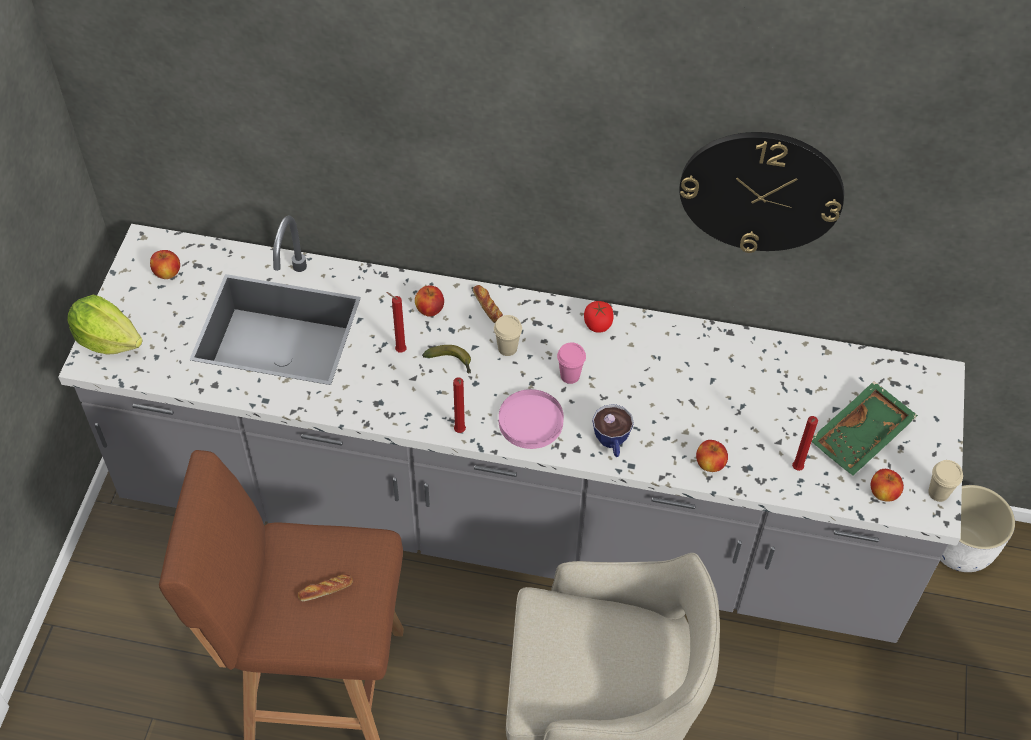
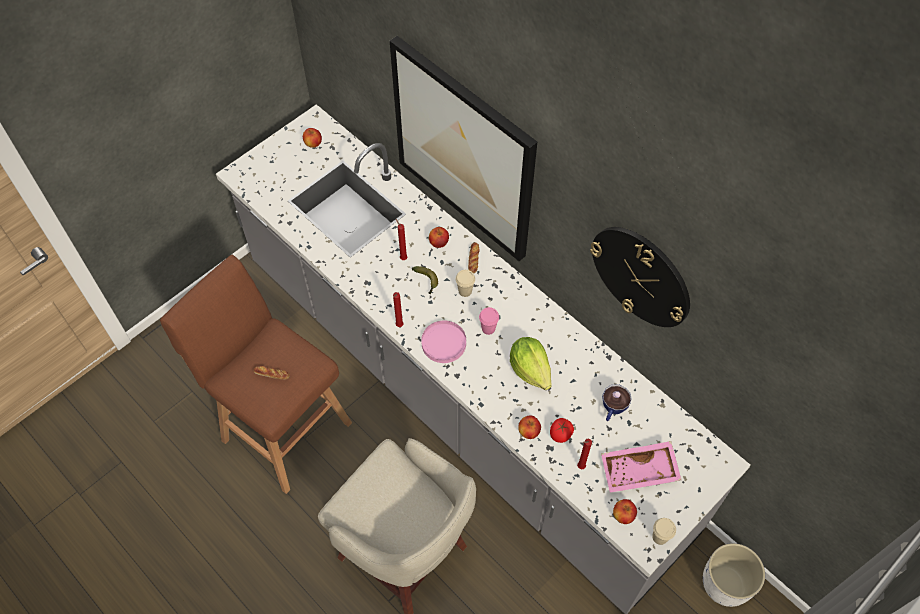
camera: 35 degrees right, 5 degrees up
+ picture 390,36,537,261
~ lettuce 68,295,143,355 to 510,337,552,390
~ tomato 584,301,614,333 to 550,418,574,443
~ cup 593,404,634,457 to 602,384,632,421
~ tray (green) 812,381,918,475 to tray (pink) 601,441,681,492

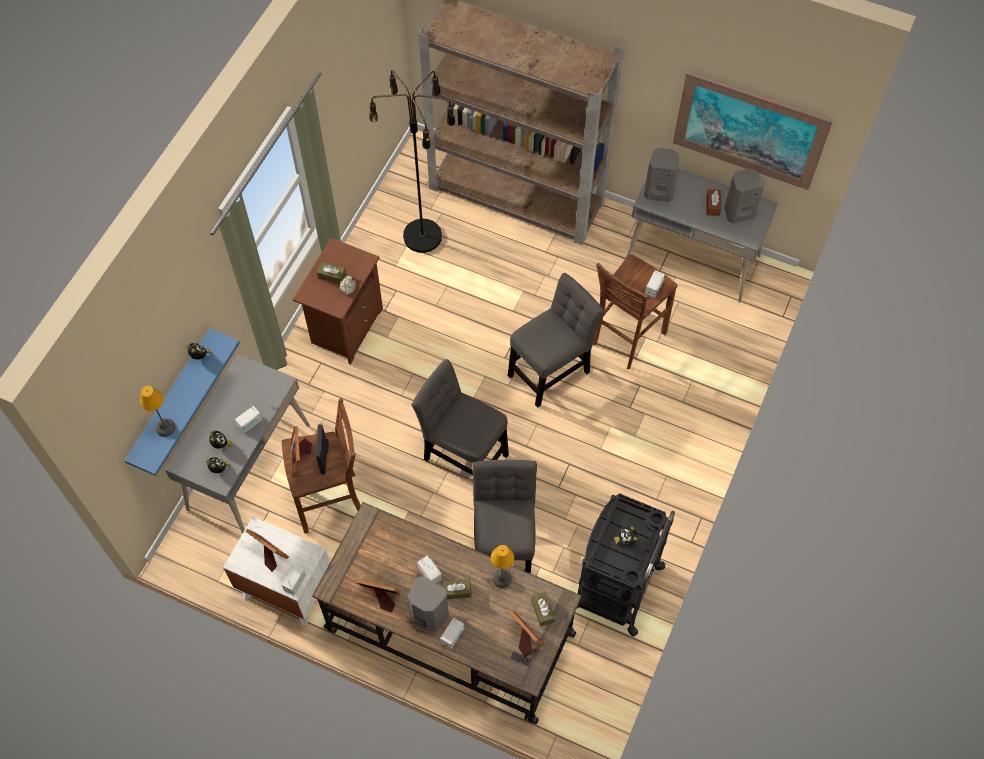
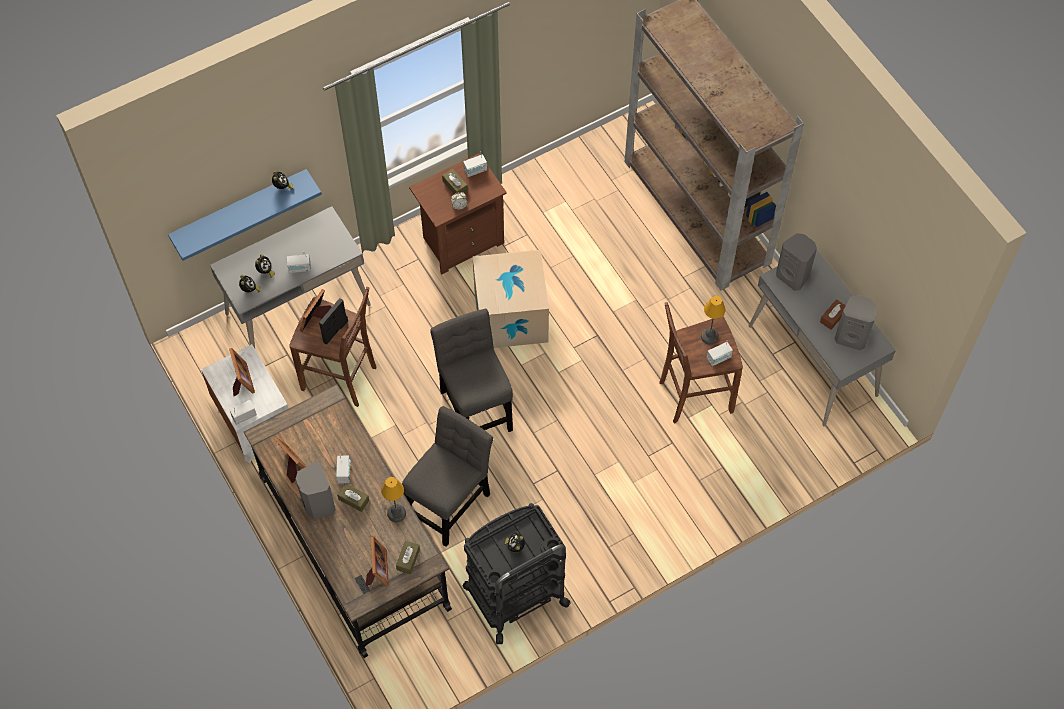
camera: 35 degrees right, 0 degrees up
- floor lamp 370,70,455,253
- chair (grey) 508,273,604,407
- picture 673,72,833,190
+ cardboard box 473,250,549,348
~ table lamp 140,386,175,437 to 701,296,726,345
~ radio 440,618,464,649 to 463,151,487,177

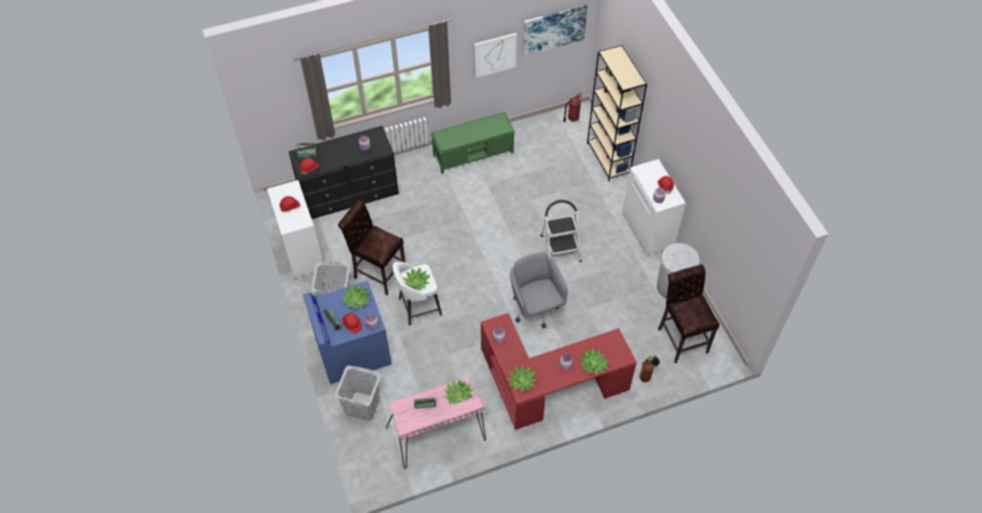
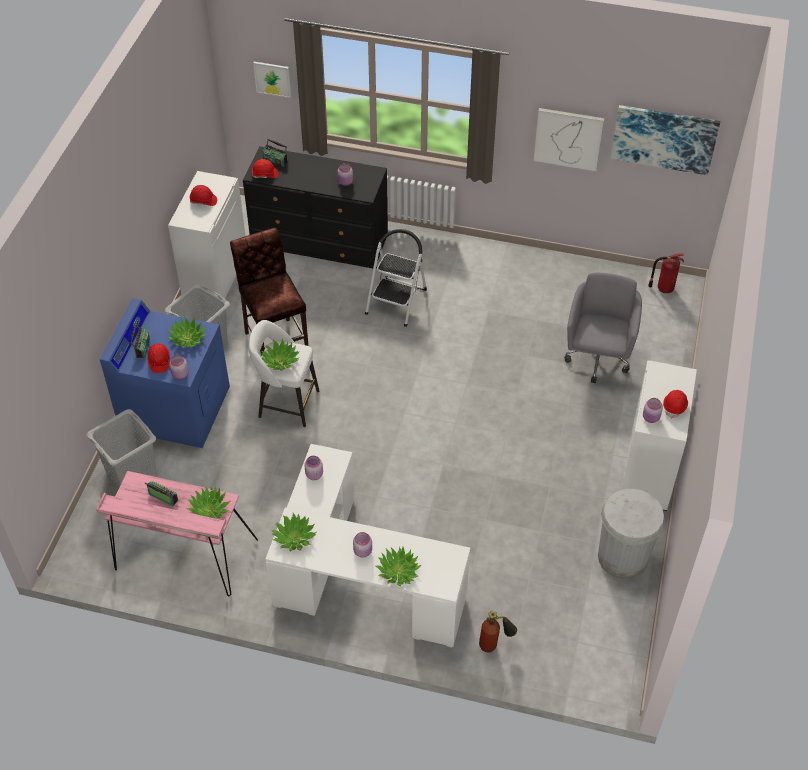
camera: 35 degrees right, 5 degrees down
- bench (green) 431,112,515,174
- bookcase (beige) 587,45,647,182
- stool (brown) 658,264,720,363
+ picture 253,62,291,98
~ office chair (grey) 510,252,568,328 to 564,273,642,383
~ step ladder 540,200,582,262 to 365,229,427,327
~ desk (red) 481,313,637,430 to desk (white) 265,444,470,647

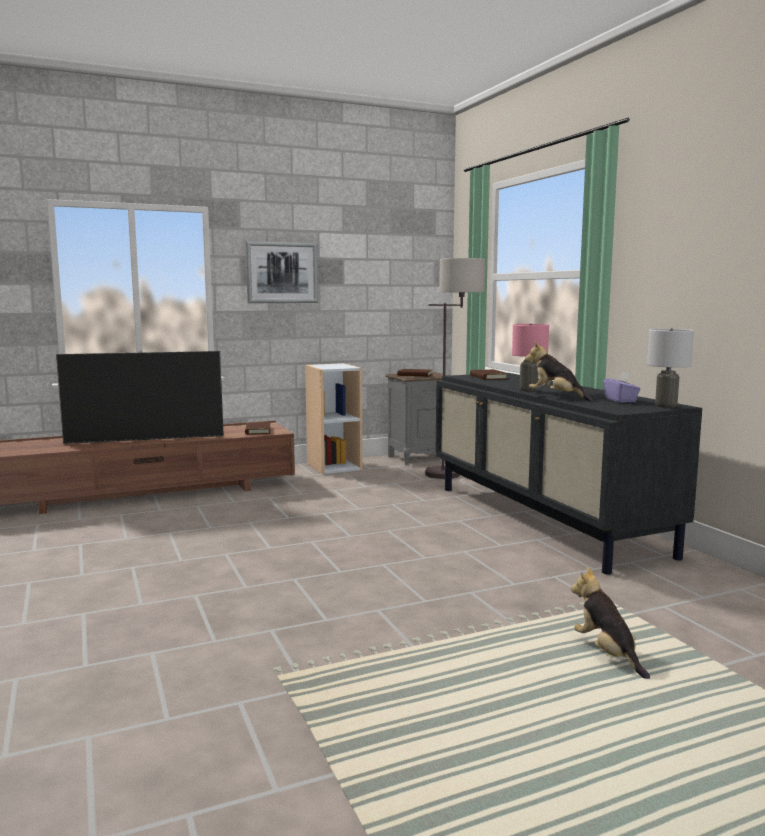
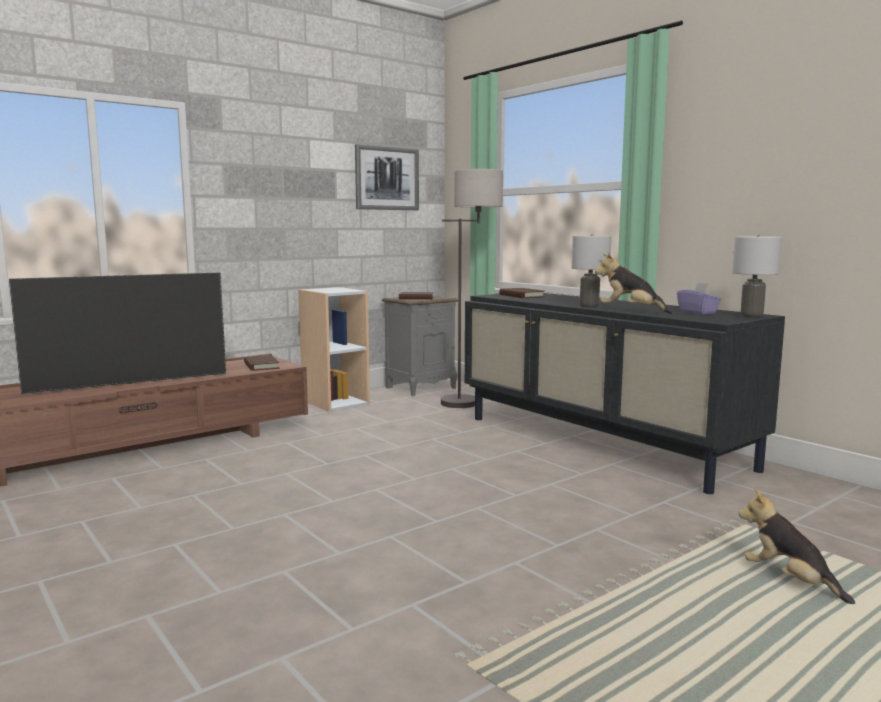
camera: 15 degrees left, 0 degrees up
~ picture 246,241,318,303 to 355,144,419,210
~ table lamp (pink) 512,323,549,392 to table lamp (white) 572,234,611,307

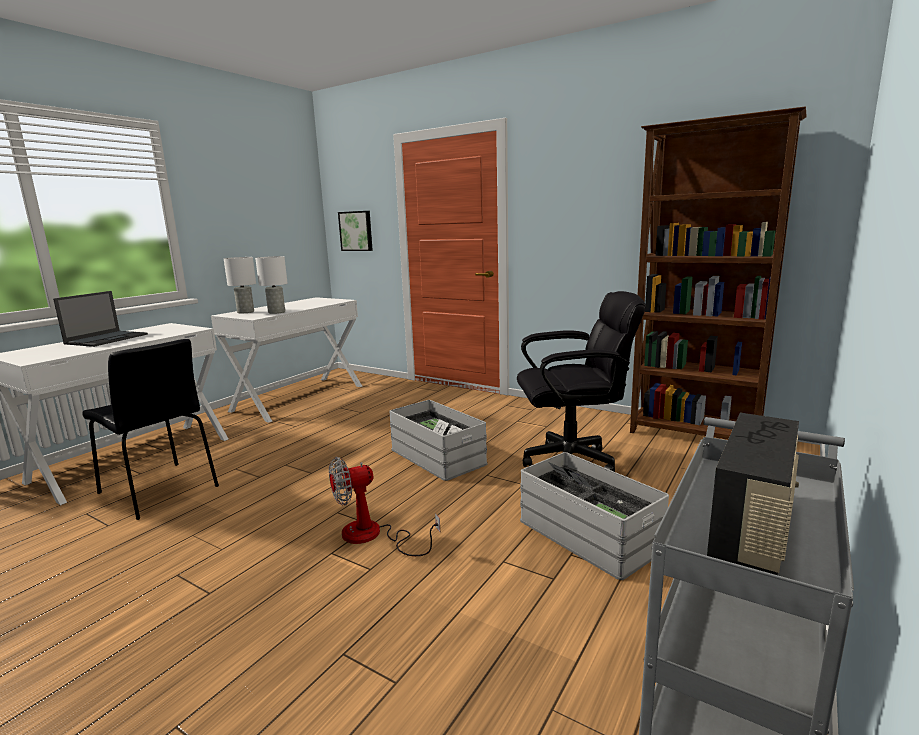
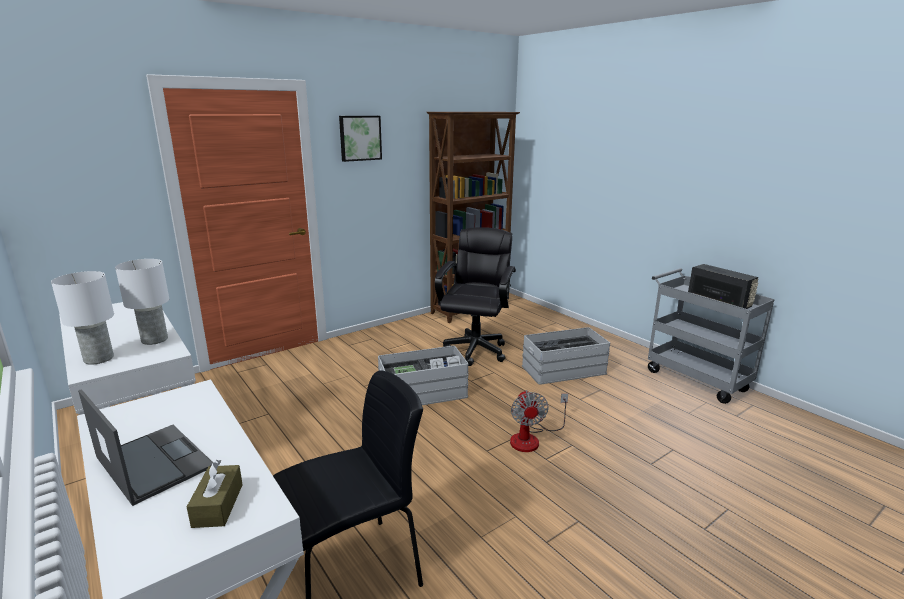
camera: 70 degrees left, 5 degrees up
+ tissue box (brown) 187,460,243,528
~ picture 338,211,373,251 to 339,116,382,162

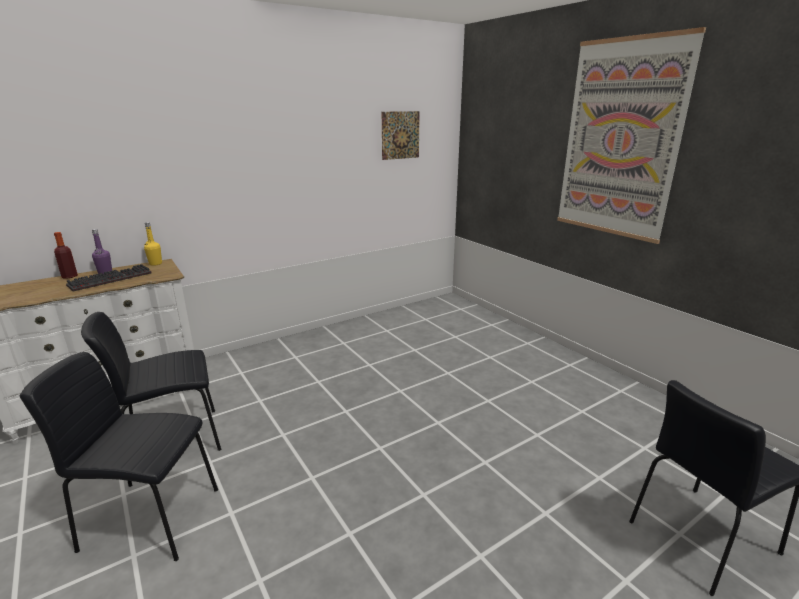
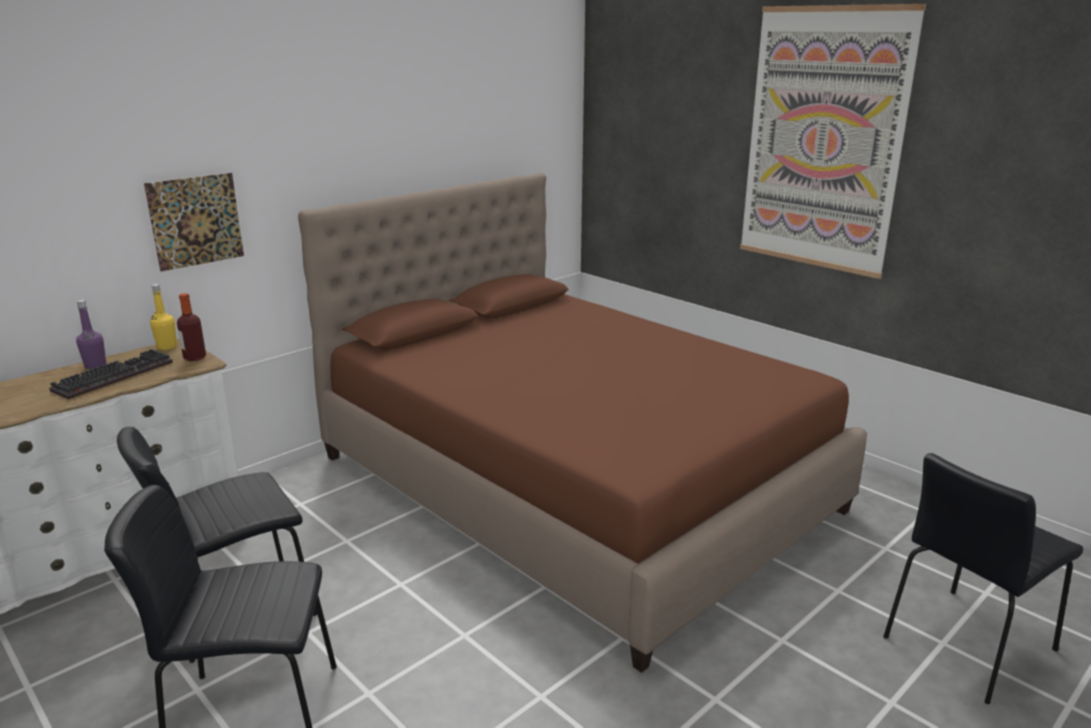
camera: 10 degrees left, 0 degrees up
+ bed (brown) 298,173,867,673
~ bottle 54,232,78,279 to 177,293,206,361
~ picture 382,111,420,160 to 144,173,244,271

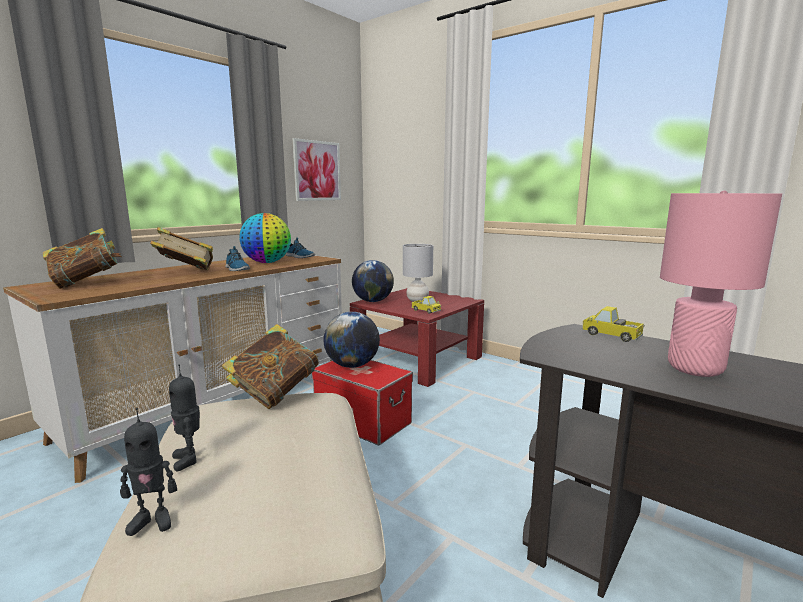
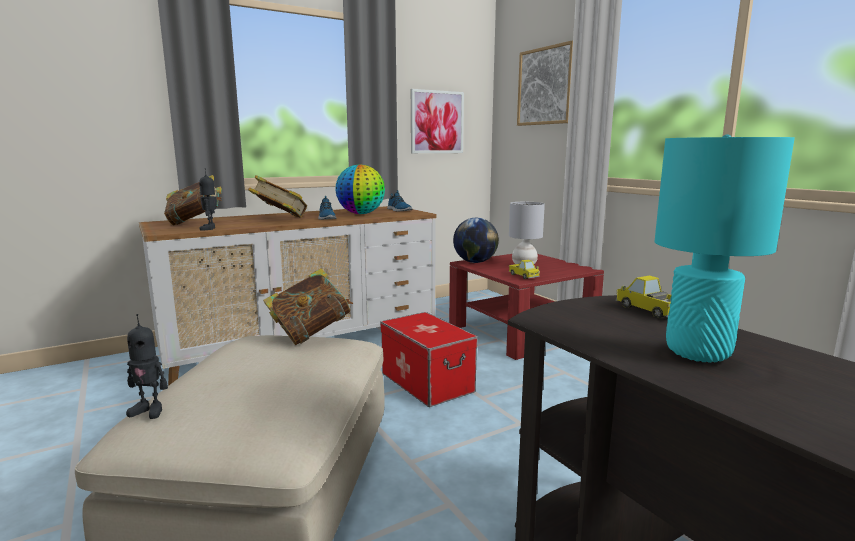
camera: 20 degrees right, 0 degrees up
- globe 323,312,380,368
+ picture 517,40,573,126
~ toy robot 169,364,200,471 to 199,168,217,231
~ table lamp (pink) 660,191,782,377 to table lamp (turquoise) 655,134,795,363

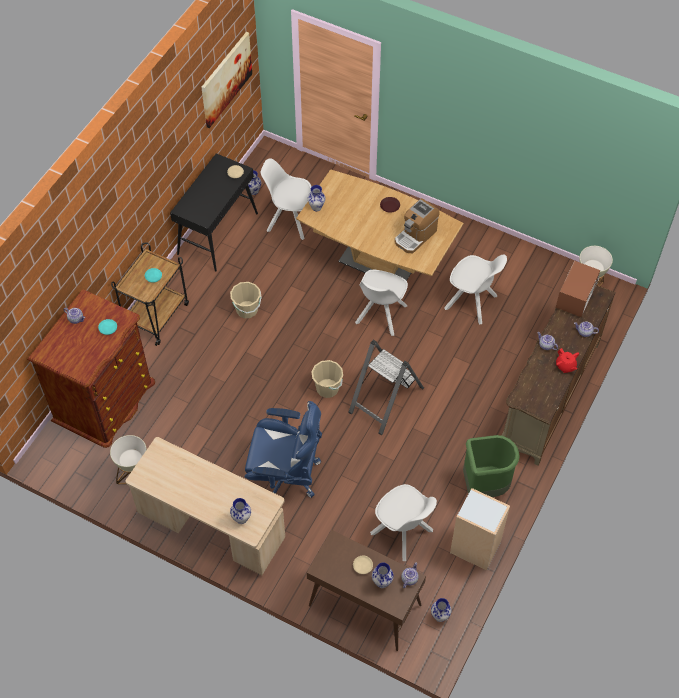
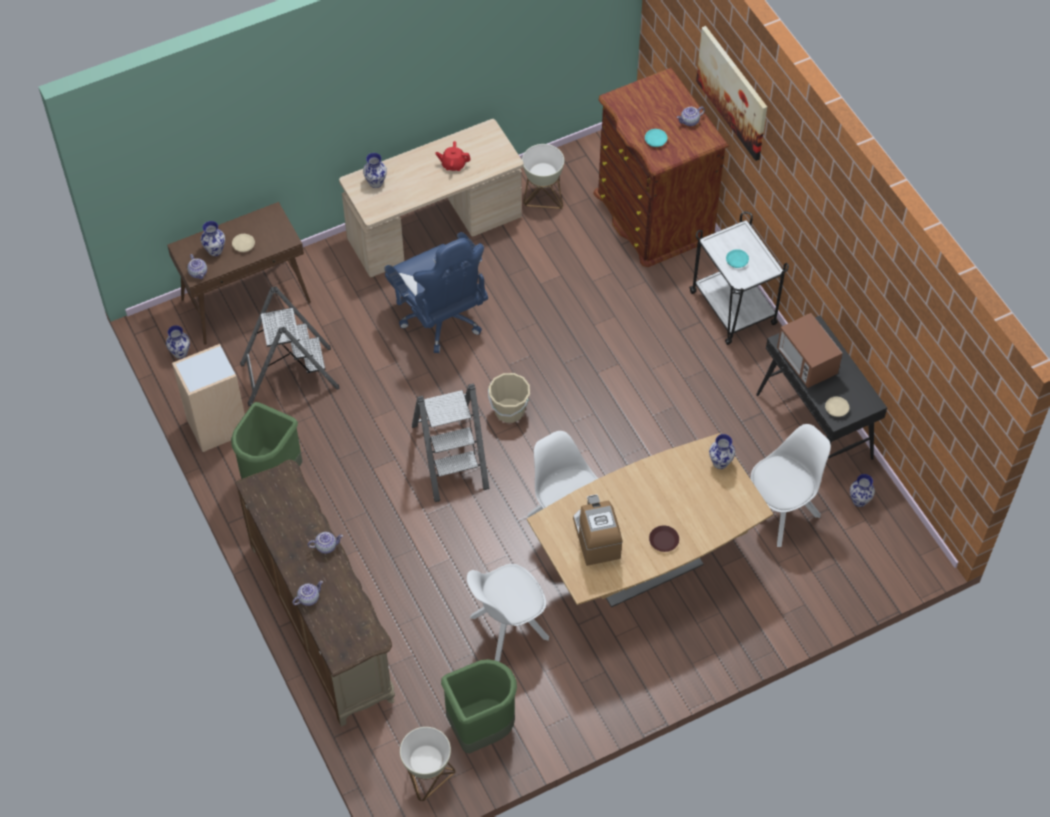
camera: 125 degrees right, 0 degrees up
- bucket (beige) 230,282,262,318
+ trash can (green) 441,659,517,754
~ picture 201,32,252,128 to 696,26,767,161
~ microwave 556,261,600,317 to 777,313,843,388
~ teapot (red) 556,348,579,373 to 436,141,471,171
~ chair (white) 370,484,437,561 to step ladder (grey) 240,286,340,406
~ cart (brown) 111,242,189,346 to cart (white) 689,211,789,345
~ office chair (blue) 244,401,322,498 = 384,232,488,353 75 degrees counterclockwise

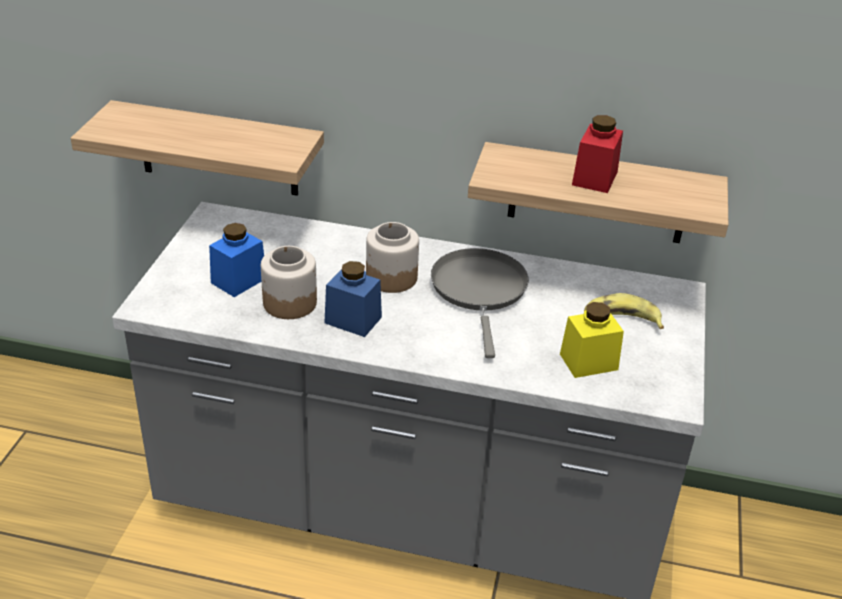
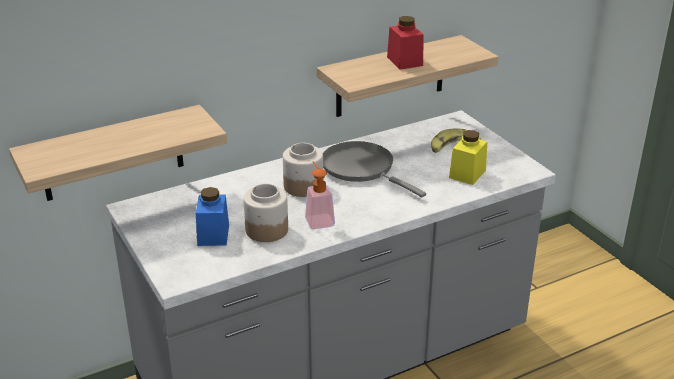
camera: 40 degrees left, 5 degrees down
~ jar (blue) 324,261,382,337 to soap dispenser 305,161,335,230

